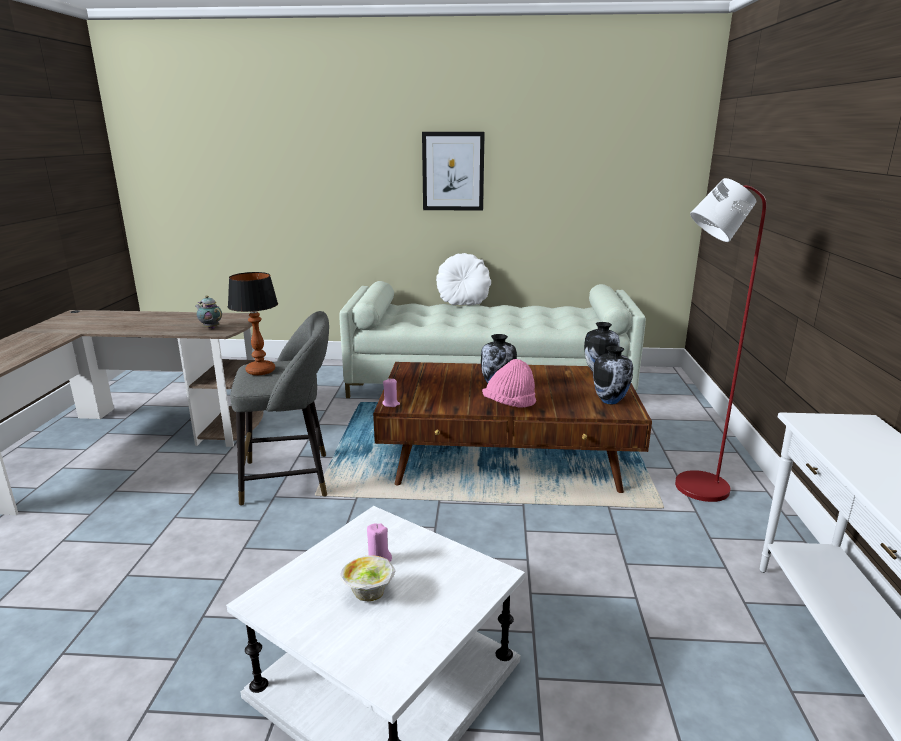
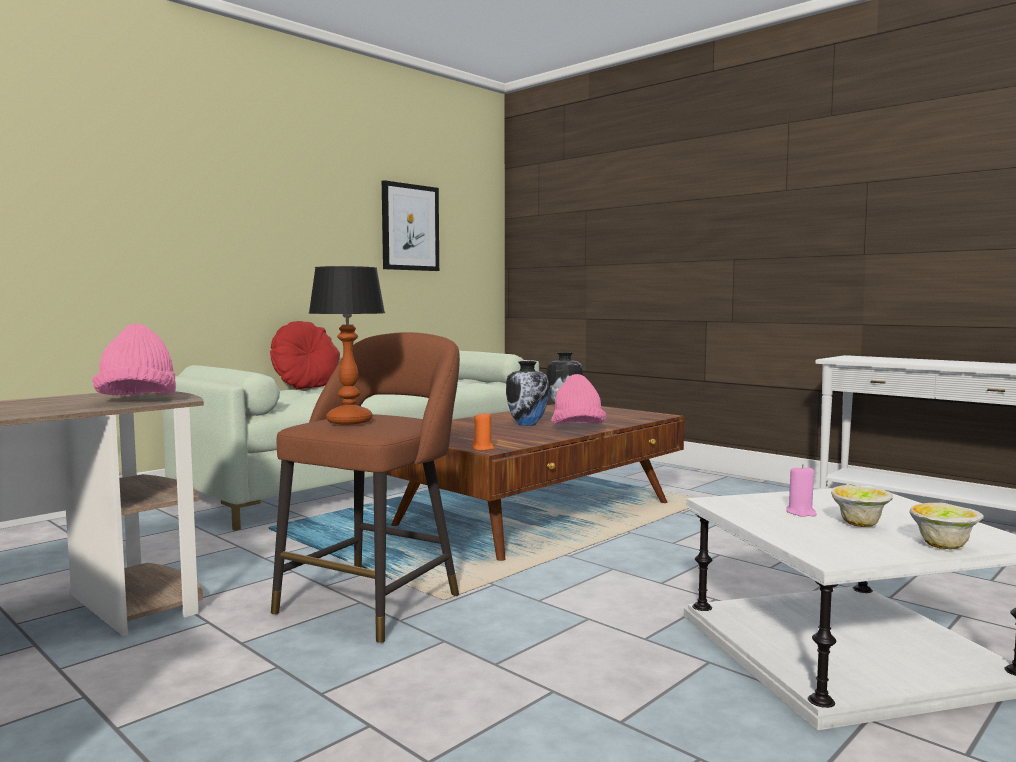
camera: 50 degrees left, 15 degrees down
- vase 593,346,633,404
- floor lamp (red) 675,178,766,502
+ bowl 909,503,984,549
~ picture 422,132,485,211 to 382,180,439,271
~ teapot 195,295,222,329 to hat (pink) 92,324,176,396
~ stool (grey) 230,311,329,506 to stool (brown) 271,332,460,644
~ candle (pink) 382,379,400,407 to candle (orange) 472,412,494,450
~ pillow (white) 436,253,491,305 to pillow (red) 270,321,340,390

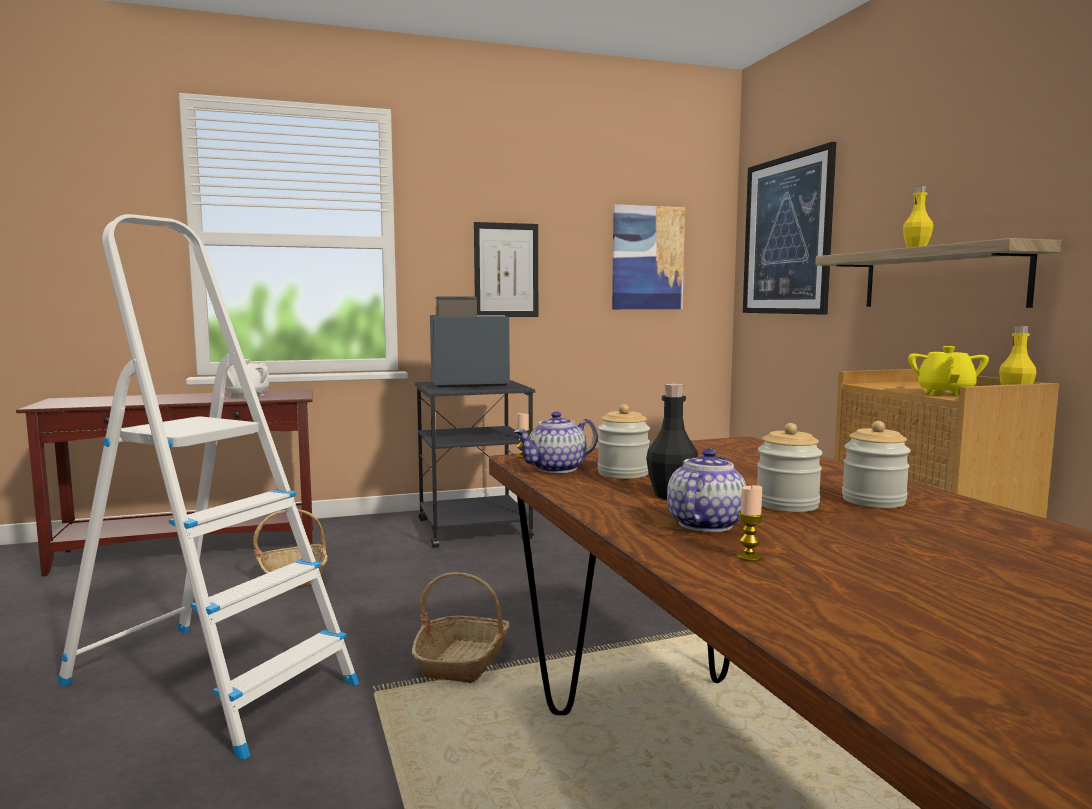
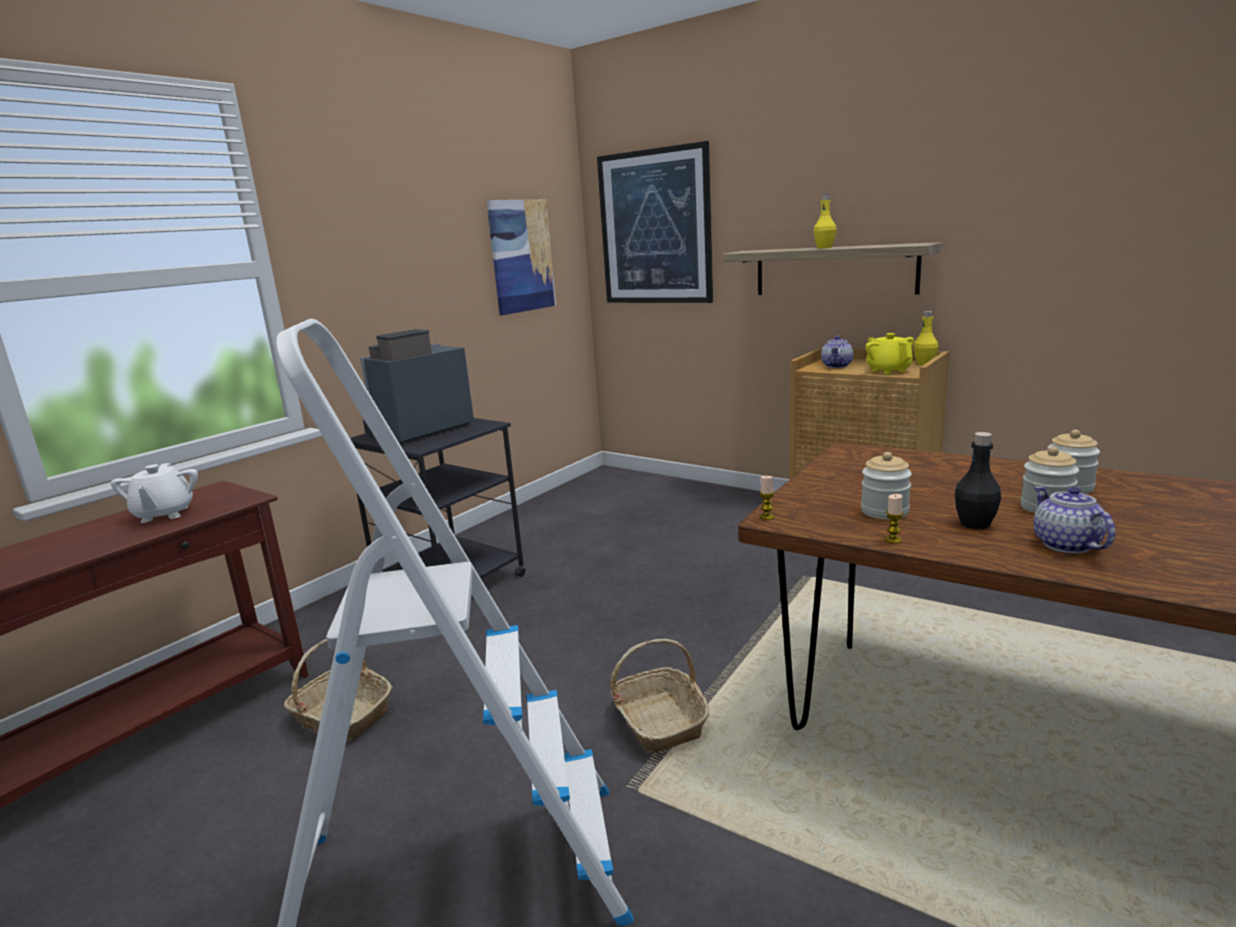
camera: 35 degrees left, 10 degrees up
- picture 474,222,538,317
~ teapot 513,411,598,473 to 821,336,853,368
~ candle 737,485,764,562 to 885,494,903,544

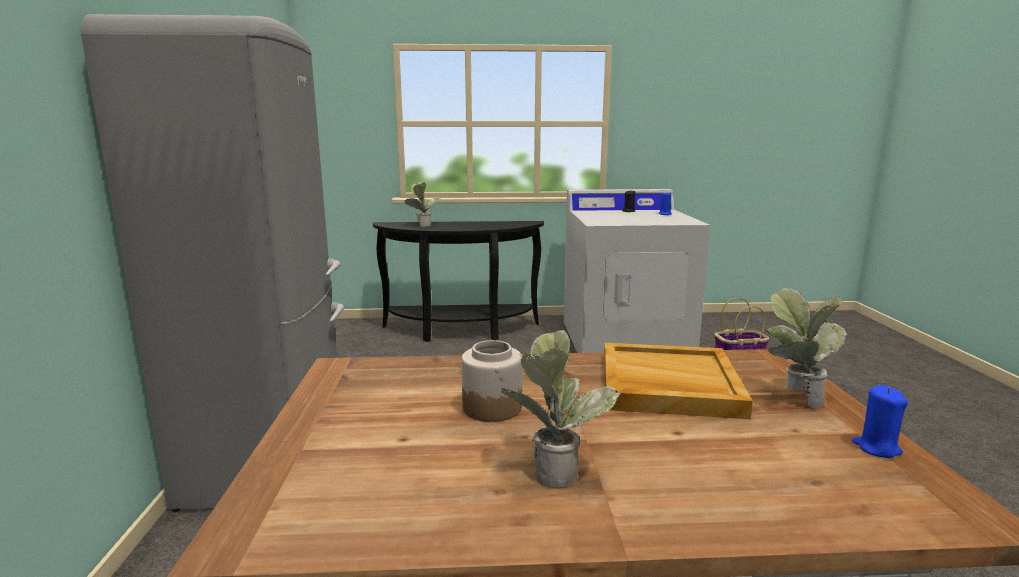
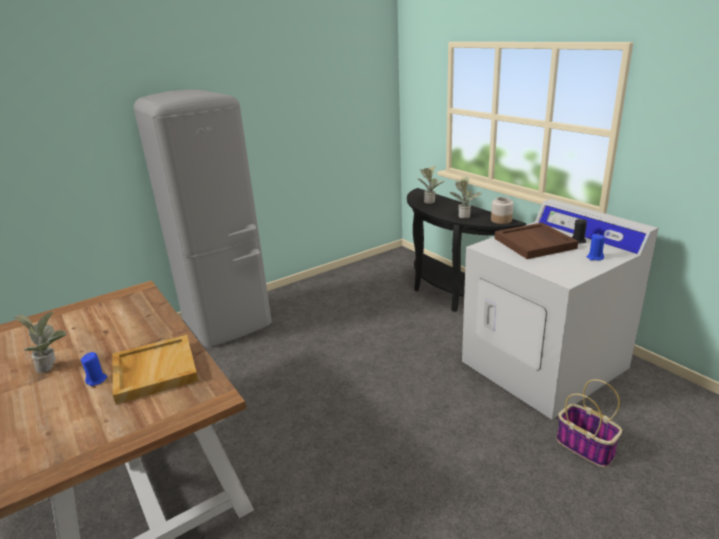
camera: 60 degrees right, 10 degrees up
+ tray (brown) 494,223,578,259
~ jar 461,340,522,422 to 491,197,513,224
~ potted plant 765,288,847,408 to 450,177,482,218
~ candle (blue) 852,385,908,458 to 81,352,107,386

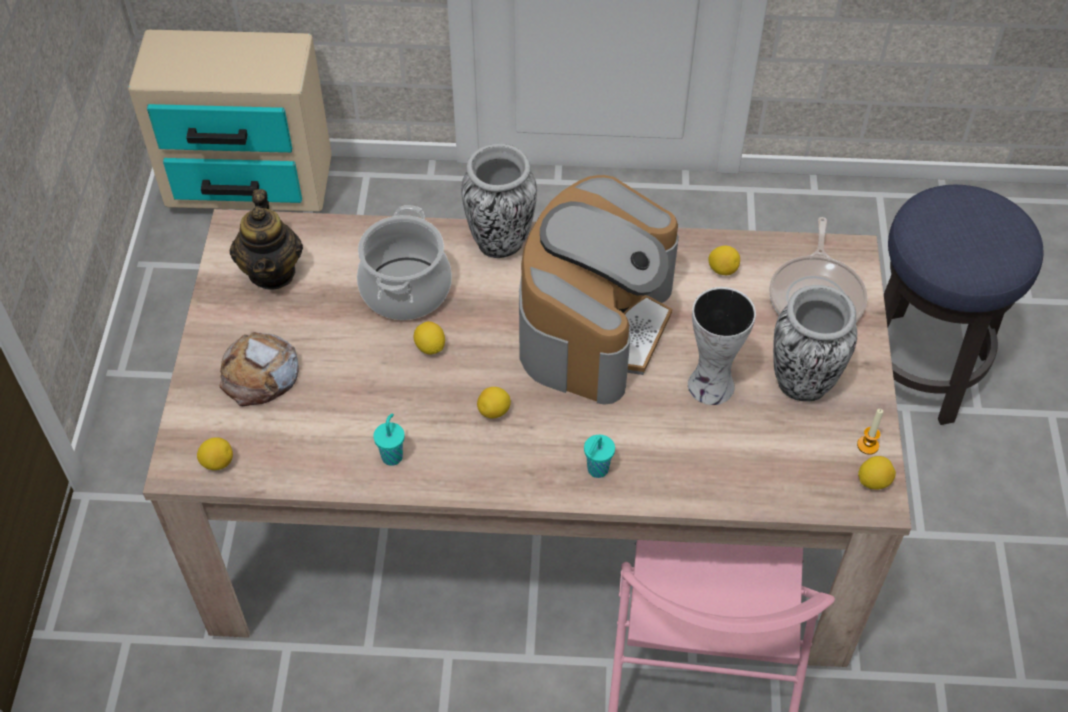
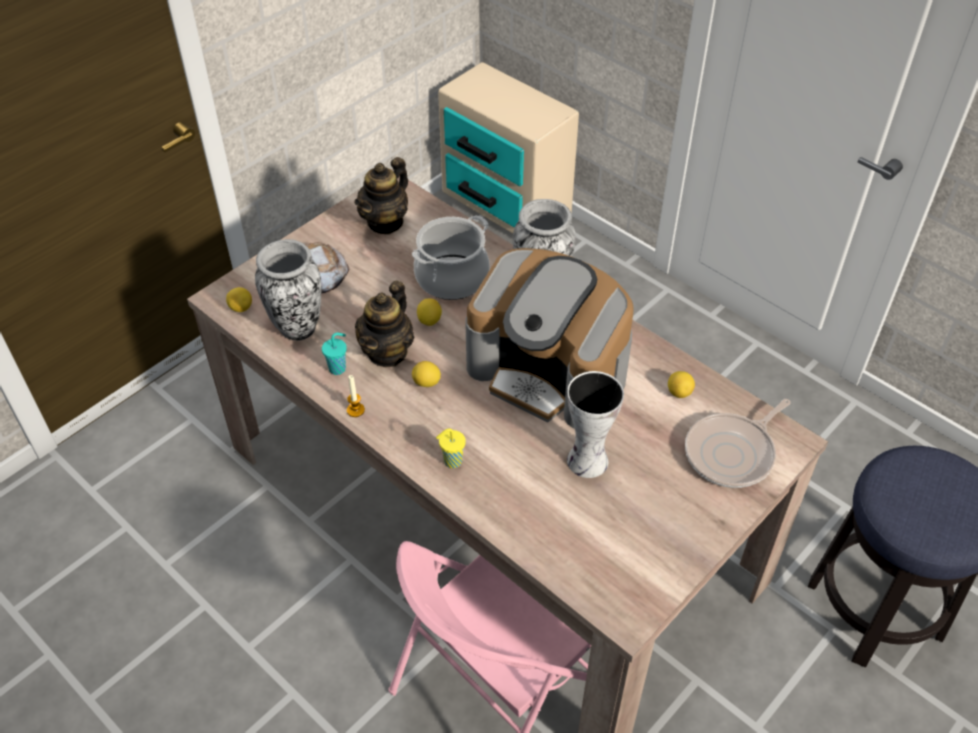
camera: 40 degrees right, 5 degrees down
- lemon 858,456,896,490
+ teapot 355,281,414,367
~ vase 773,285,857,402 to 255,239,321,341
~ candle 857,409,883,455 to 347,375,365,417
~ cup (turquoise) 584,435,615,478 to cup (yellow) 436,428,466,468
~ coffee machine 519,175,679,405 = 465,248,634,428 60 degrees clockwise

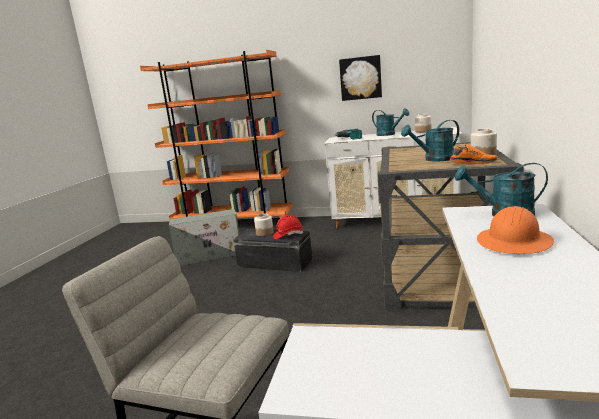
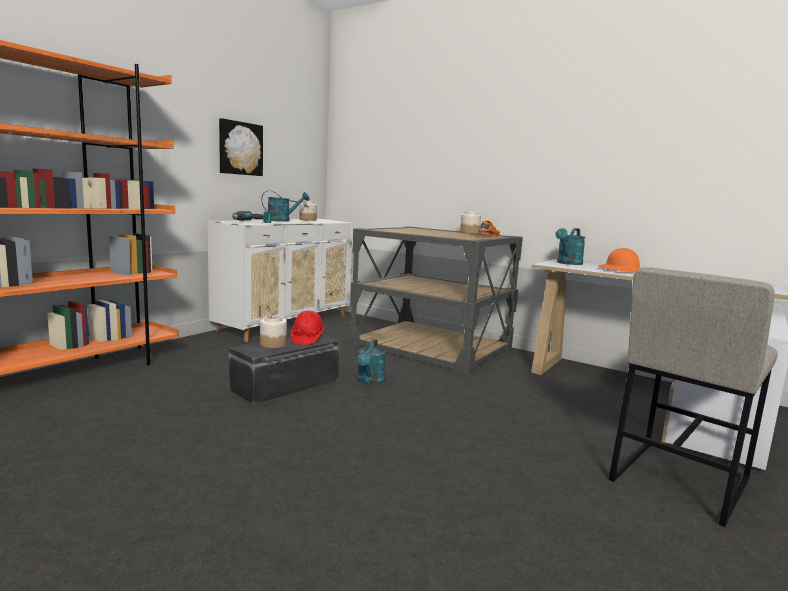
camera: 70 degrees left, 5 degrees down
- storage box (grey) 169,209,240,266
~ watering can (turquoise) 401,120,459,161 to 357,339,385,385

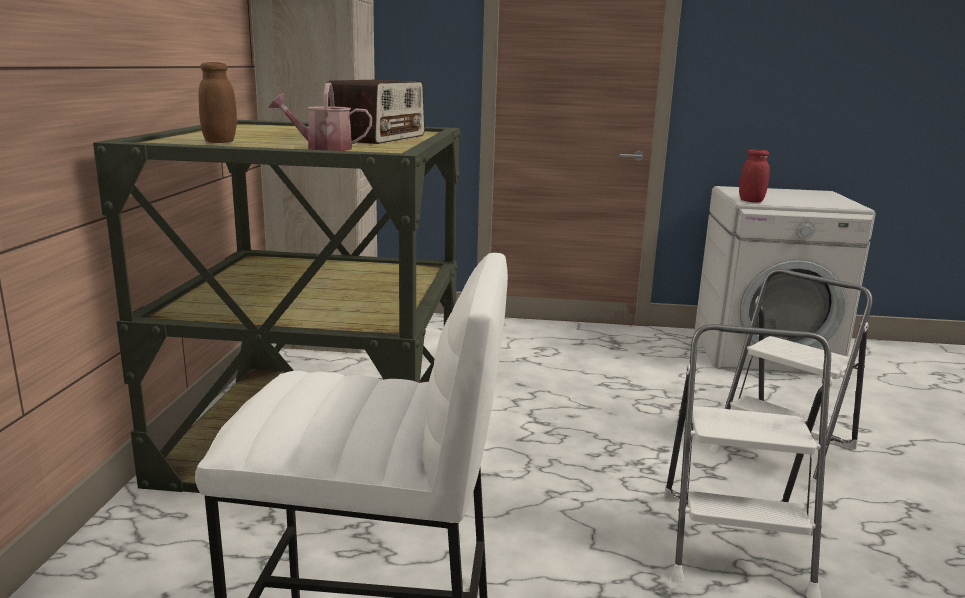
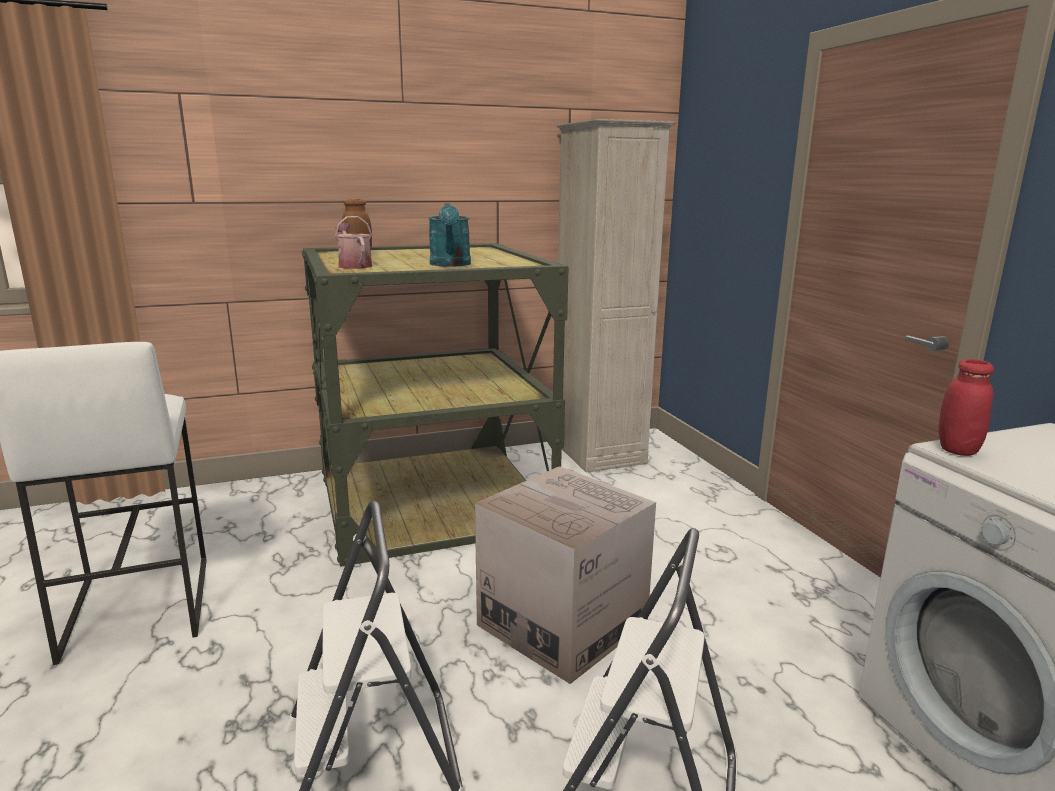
camera: 65 degrees right, 0 degrees up
+ cardboard box 475,466,656,684
~ radio 326,80,425,144 to watering can (turquoise) 428,203,471,267

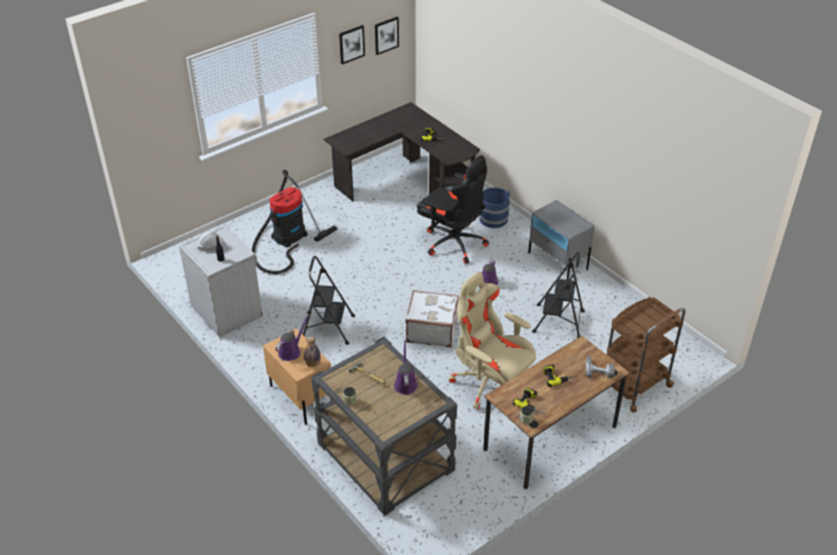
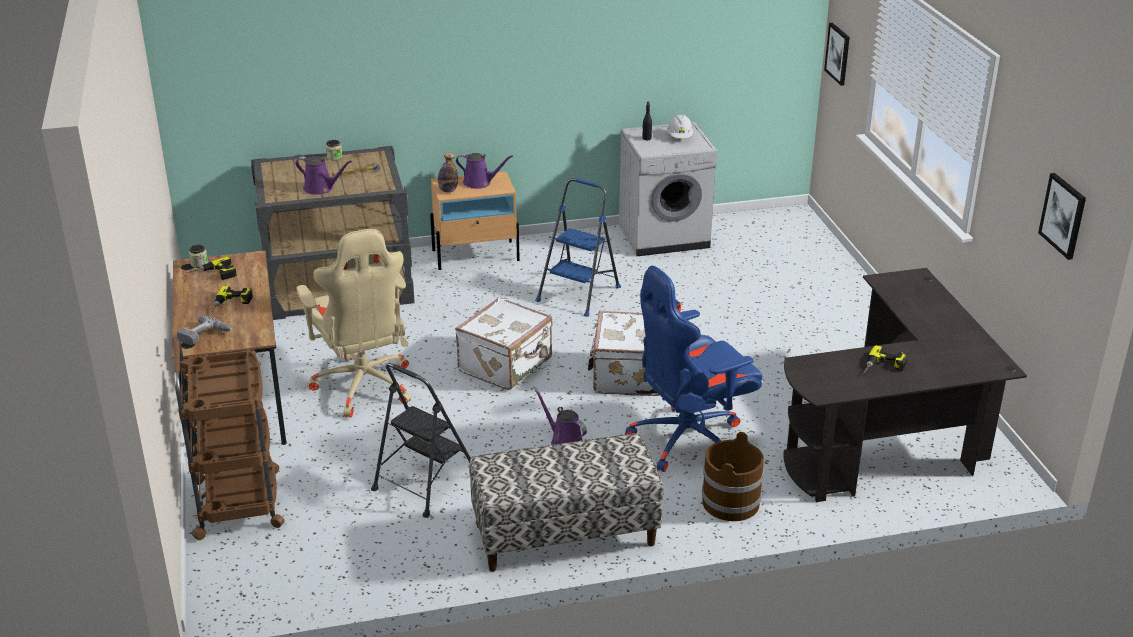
camera: 115 degrees right, 10 degrees down
- vacuum cleaner 252,170,337,274
+ suitcase (white) 588,311,659,396
~ picture 339,25,365,64 to 824,23,850,86
~ nightstand (grey) 528,200,595,280 to bench 469,433,663,572
~ step ladder (black) 303,256,355,345 to step ladder (blue) 535,178,621,317
~ office chair (black) 417,155,489,264 to office chair (blue) 625,266,762,472
~ bucket (blue) 479,188,510,228 to bucket (brown) 702,432,764,521
~ watering can (purple) 275,316,309,361 = 456,153,513,189 45 degrees counterclockwise
~ office chair (beige) 449,272,536,410 = 297,229,411,418 90 degrees clockwise

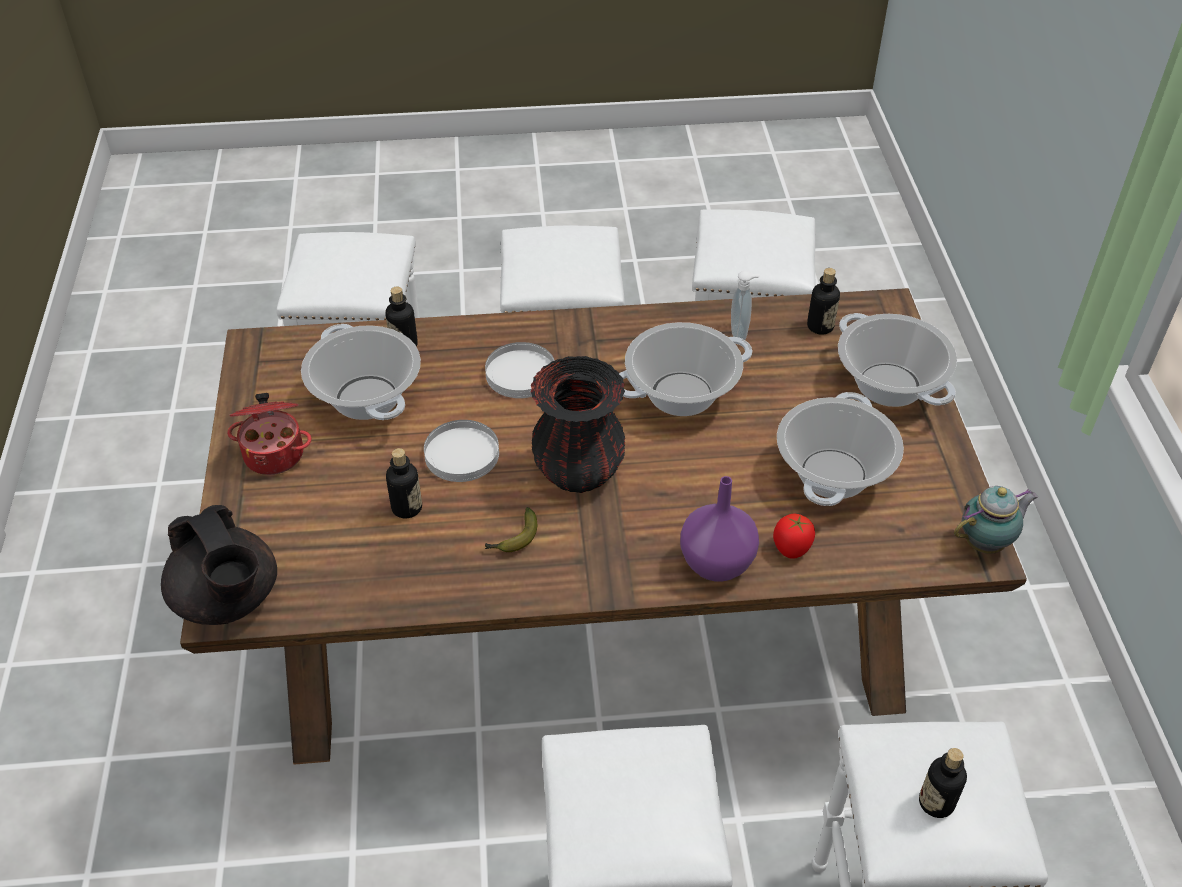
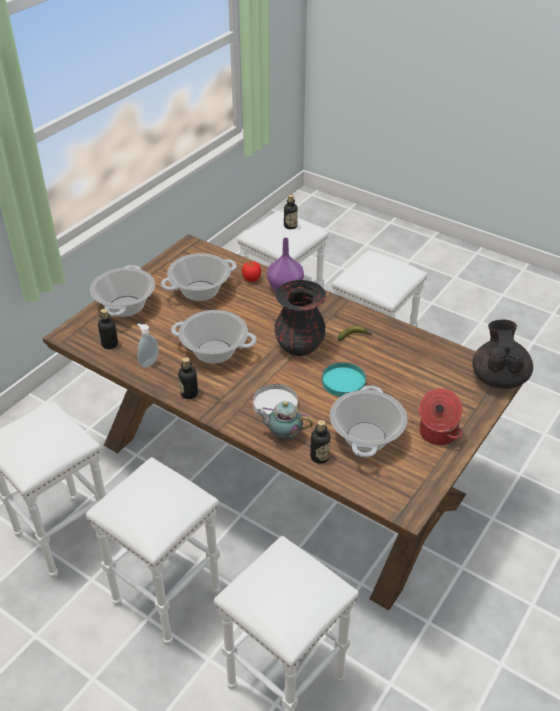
camera: 140 degrees left, 5 degrees down
~ bottle 386,448,422,519 to 178,357,198,399
~ teapot 954,486,1038,554 to 256,401,313,442
~ plate (white) 424,420,499,482 to plate (turquoise) 322,362,366,397

